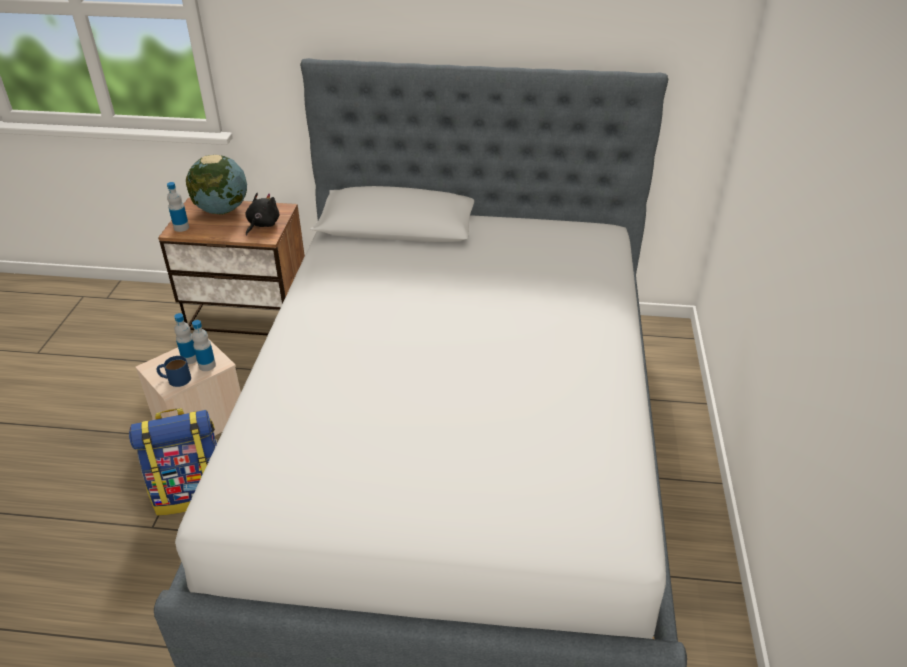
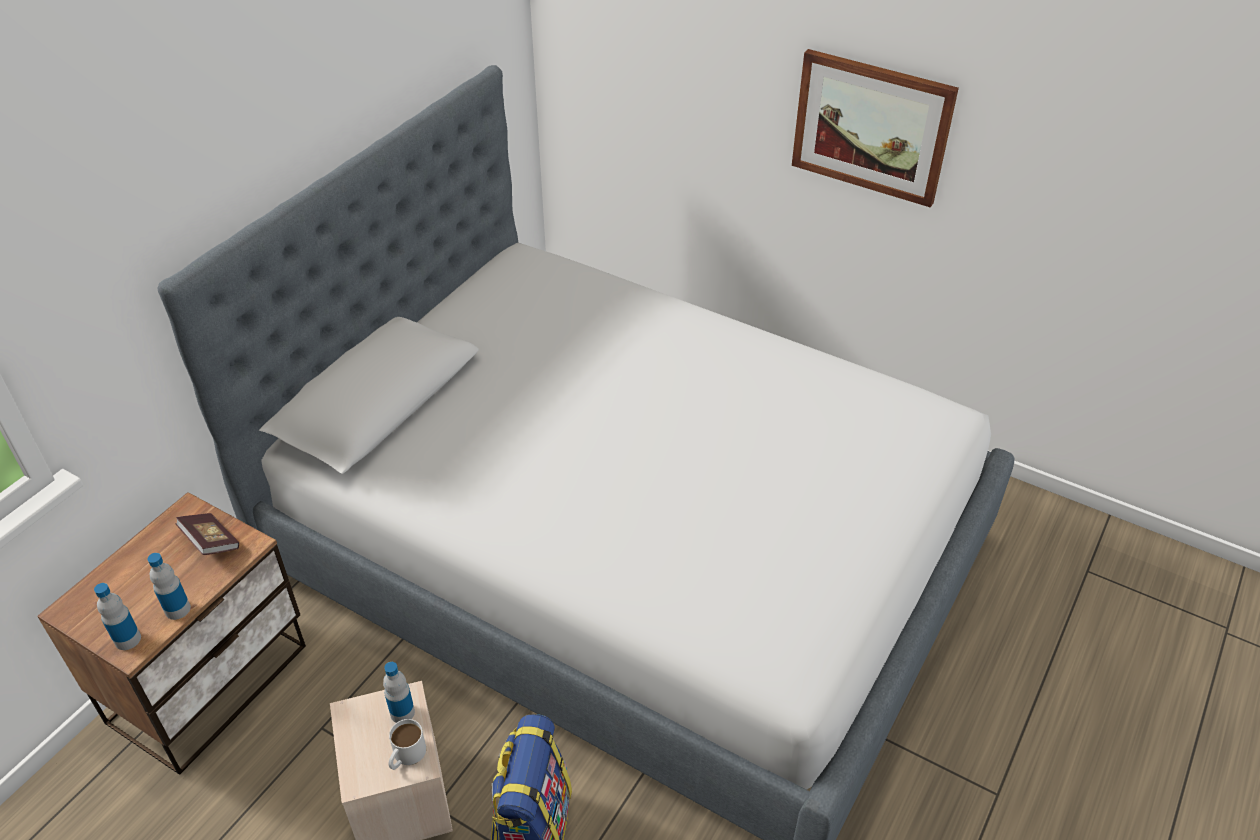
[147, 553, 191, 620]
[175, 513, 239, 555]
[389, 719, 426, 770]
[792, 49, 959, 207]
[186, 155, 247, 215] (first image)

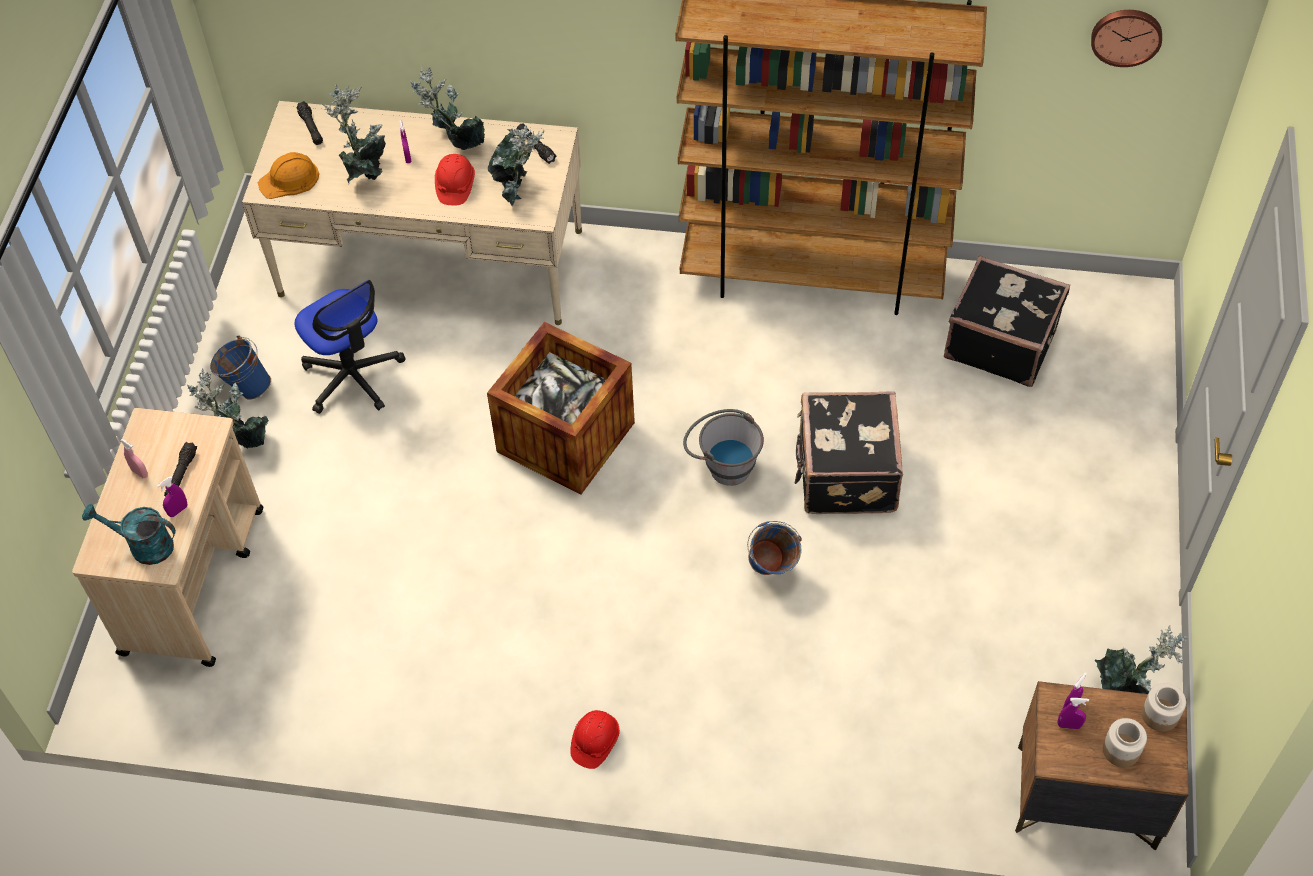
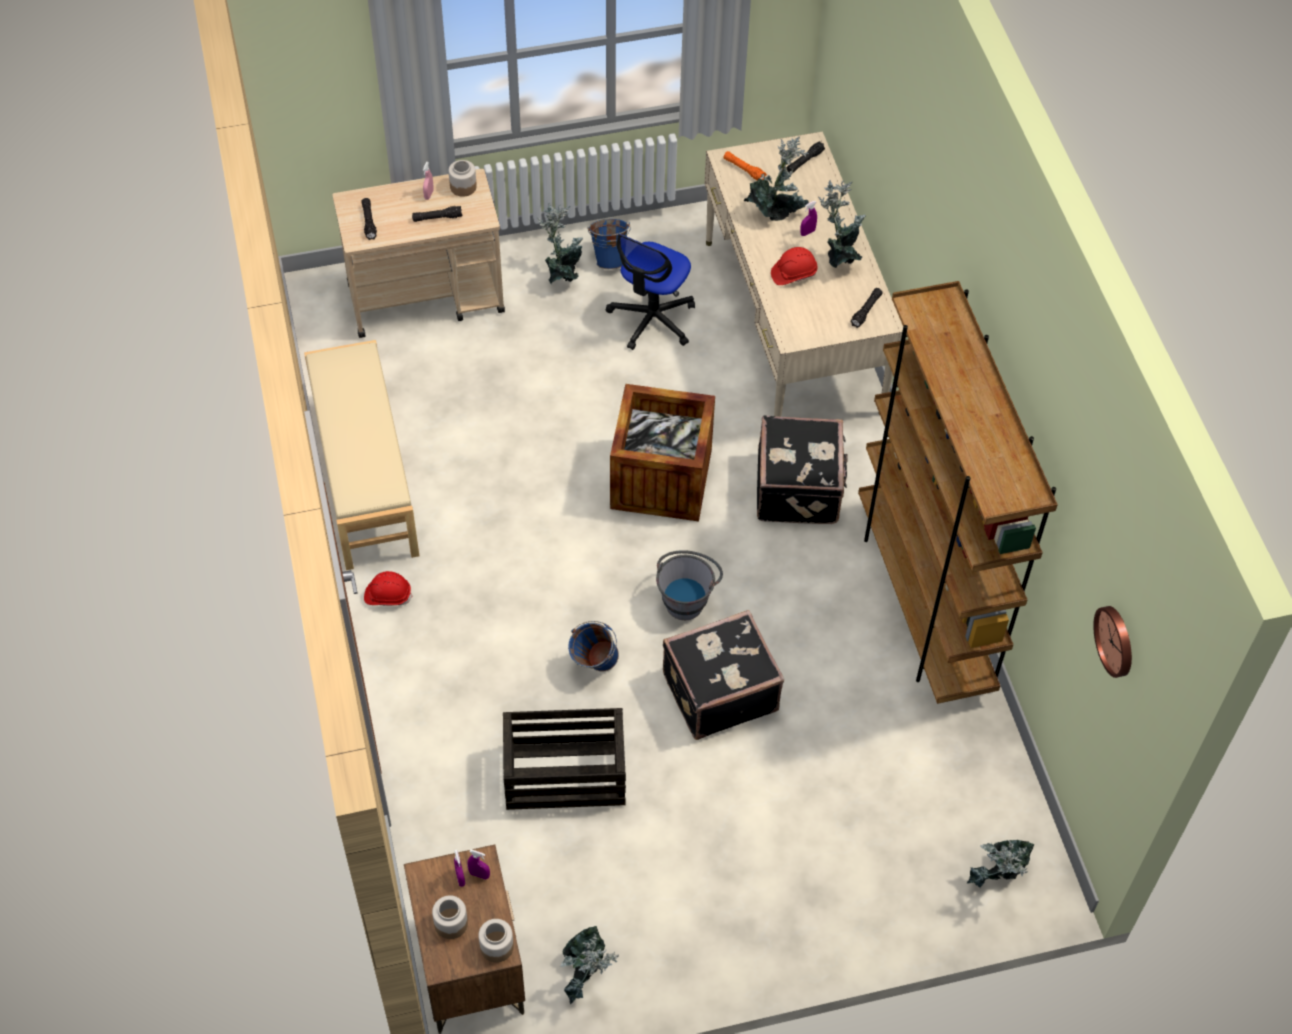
[304, 340, 419, 570]
[361, 198, 377, 240]
[449, 160, 477, 197]
[503, 708, 626, 810]
[723, 151, 767, 180]
[757, 416, 848, 524]
[966, 840, 1034, 888]
[157, 476, 187, 517] (first image)

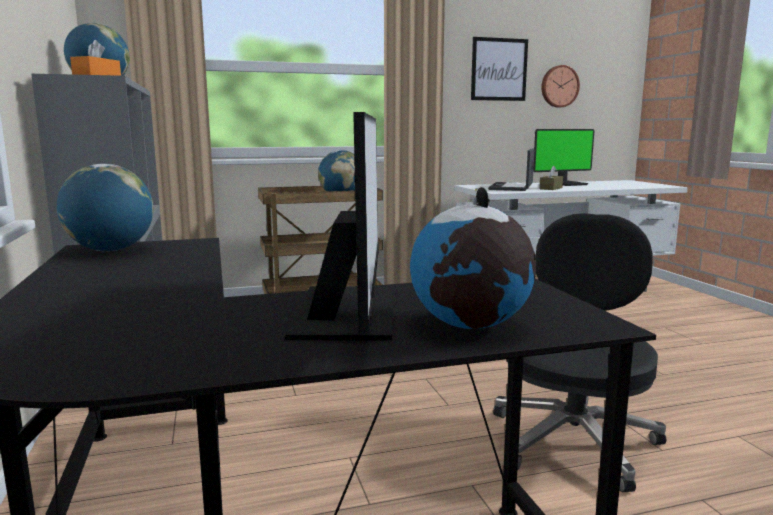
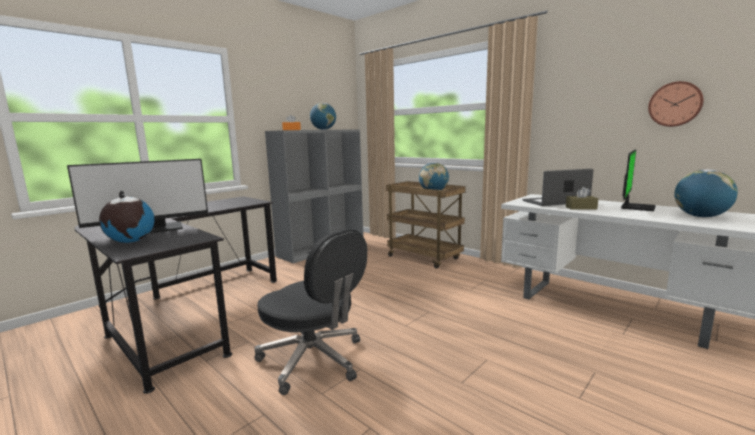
[254, 229, 367, 395]
[621, 150, 656, 211]
[674, 169, 738, 217]
[471, 37, 528, 101] (first image)

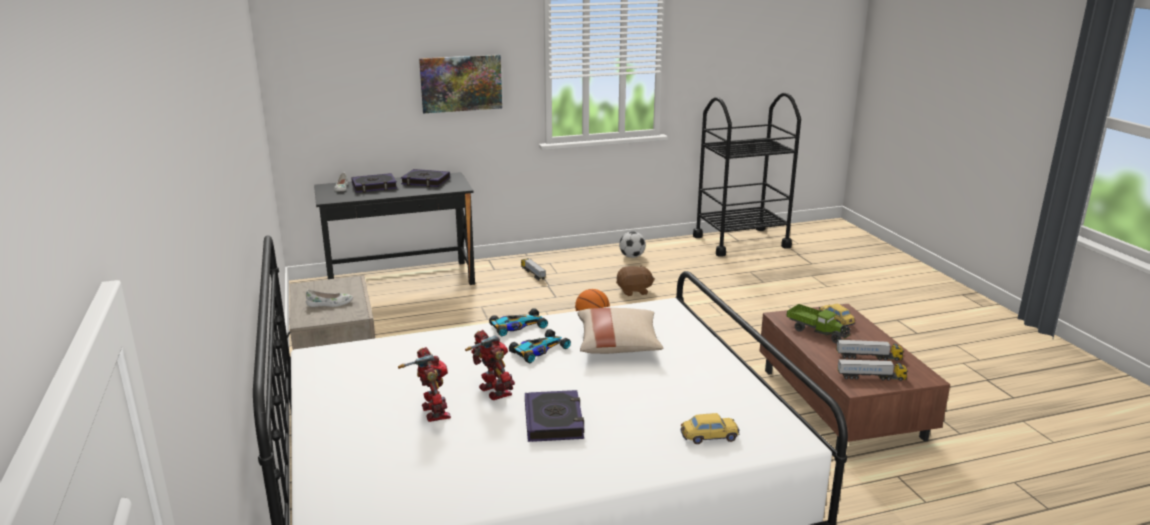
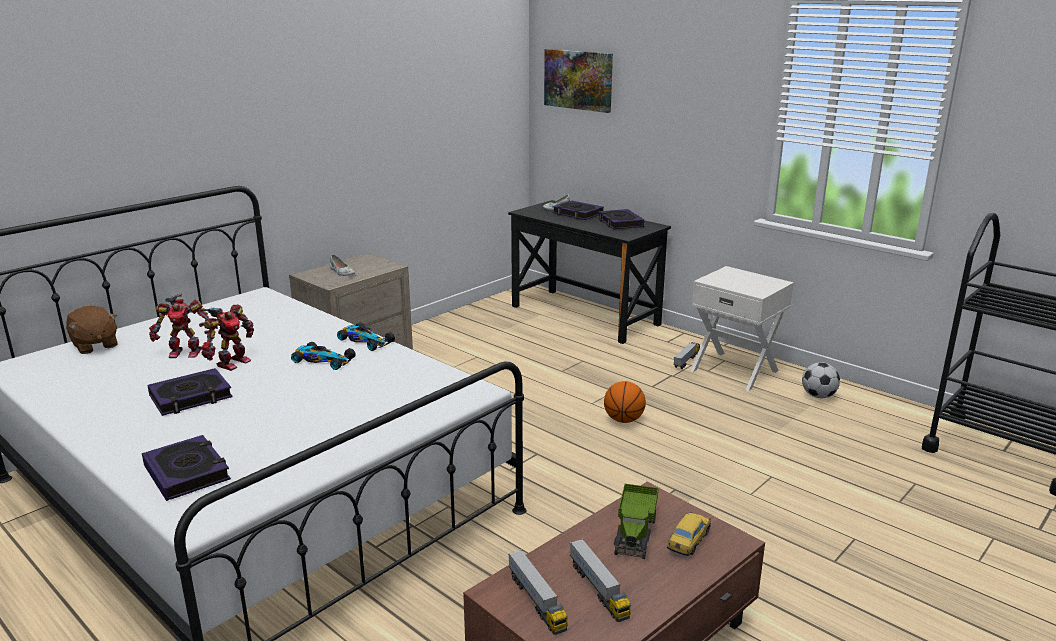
[66, 306, 118, 354]
[142, 435, 231, 501]
[149, 293, 209, 358]
[544, 49, 613, 113]
[690, 266, 794, 391]
[577, 308, 664, 354] (first image)

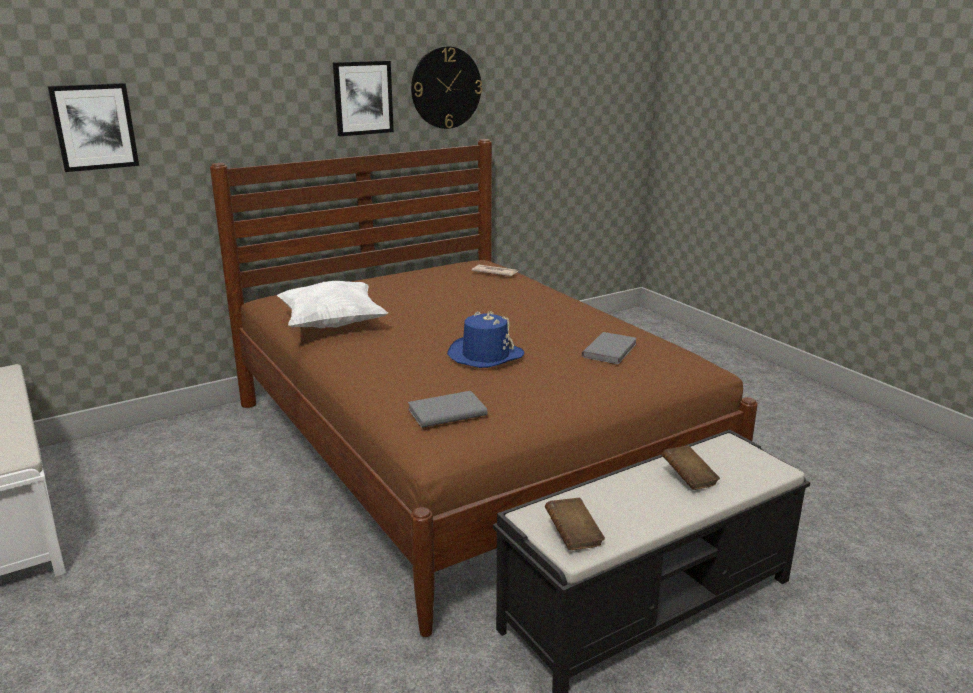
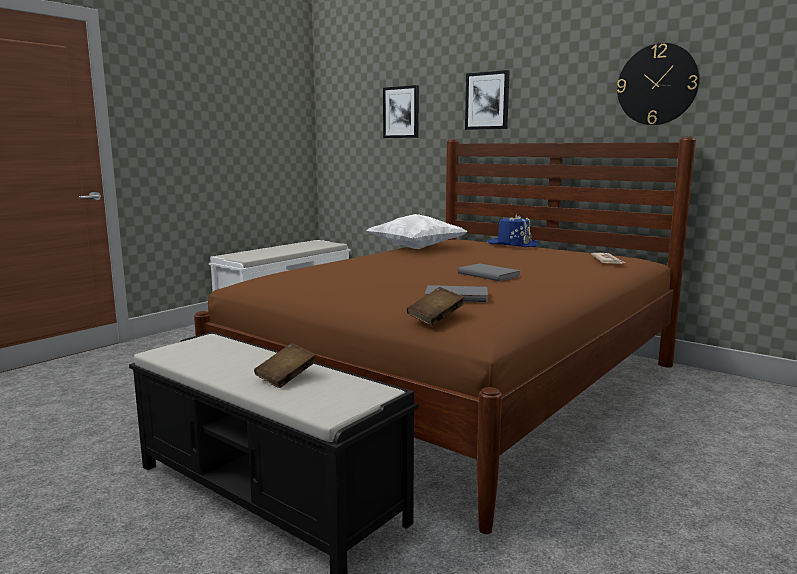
[407, 287, 464, 325]
[458, 264, 521, 281]
[465, 70, 510, 130]
[487, 214, 539, 247]

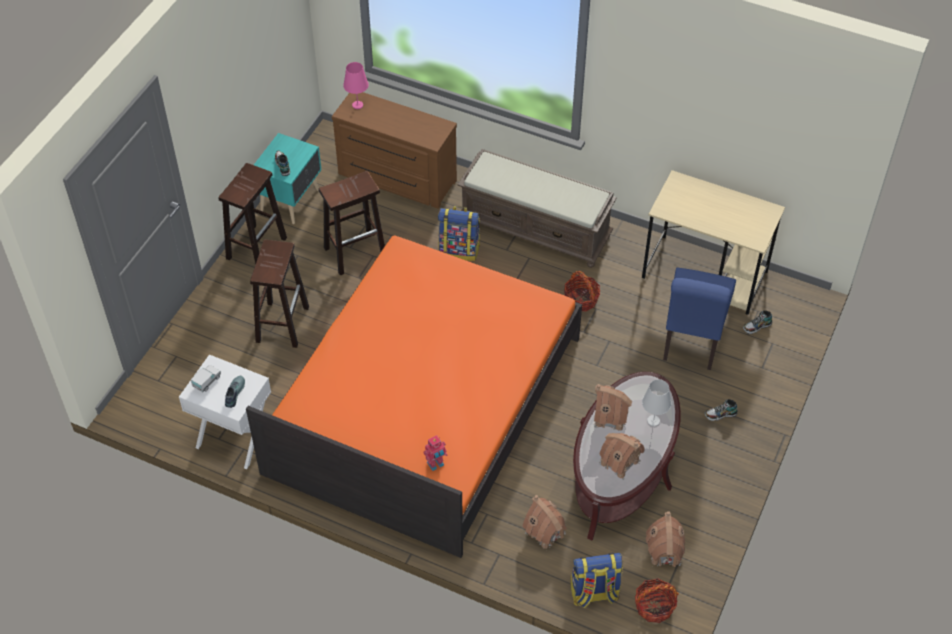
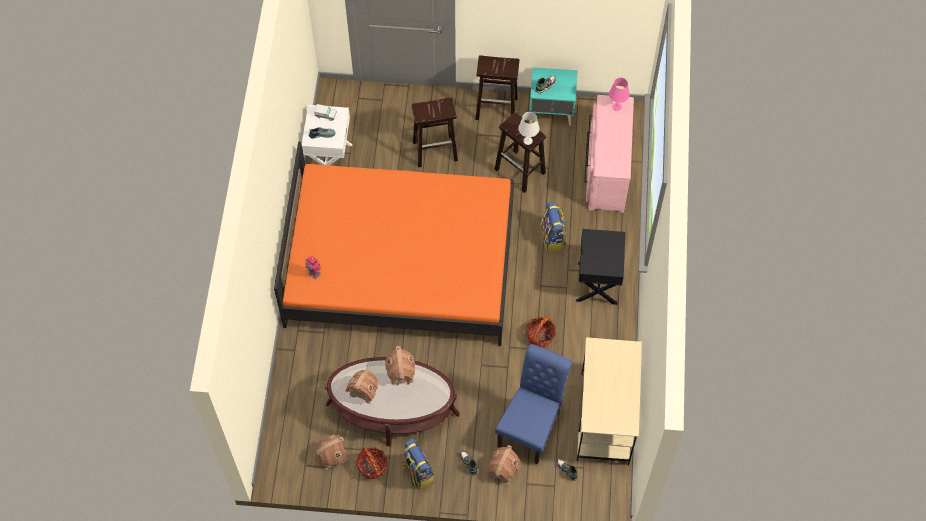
[356, 447, 387, 479]
[402, 439, 434, 489]
[489, 445, 521, 484]
[495, 344, 572, 464]
[518, 112, 539, 145]
[576, 229, 625, 305]
[584, 95, 634, 213]

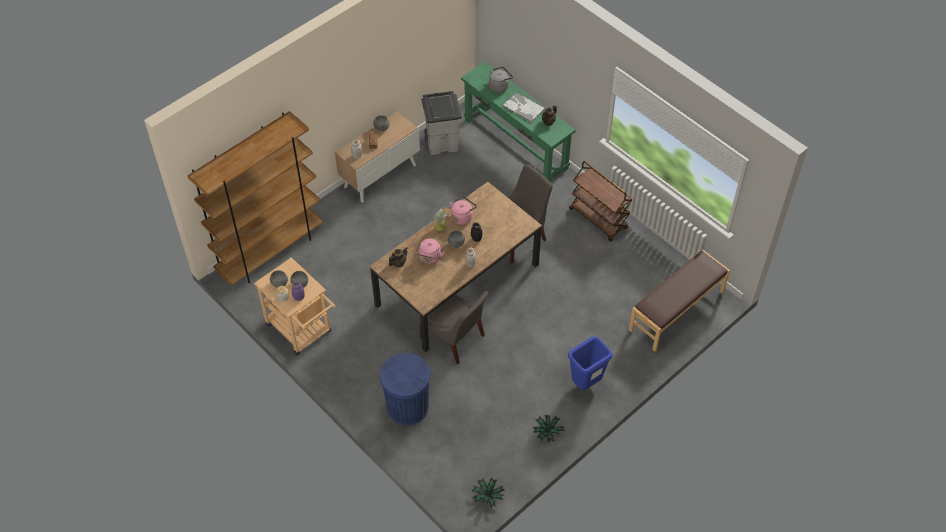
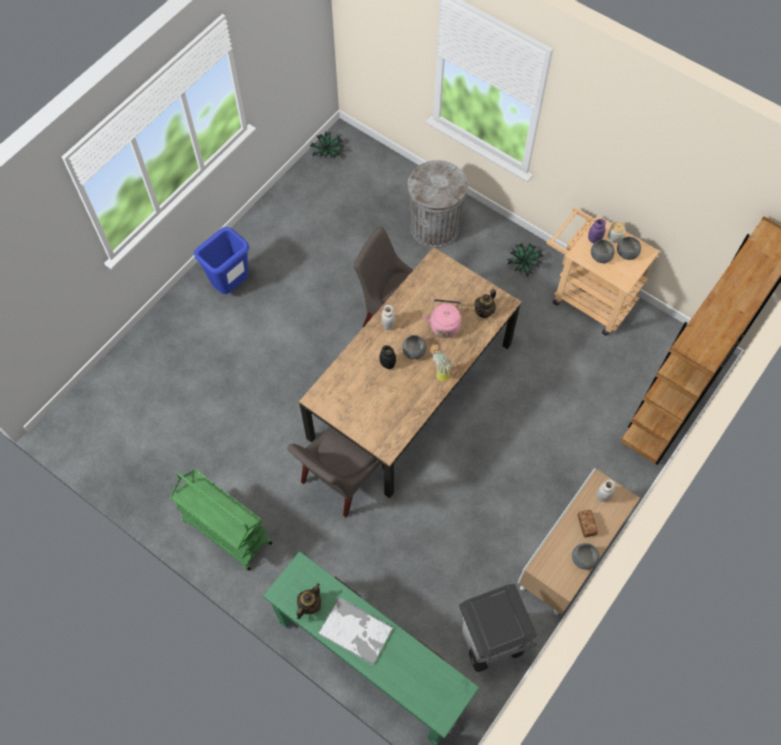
[170, 469, 272, 571]
[408, 160, 468, 248]
[506, 243, 544, 277]
[450, 196, 477, 225] (first image)
[489, 66, 513, 93] (first image)
[629, 250, 730, 352] (first image)

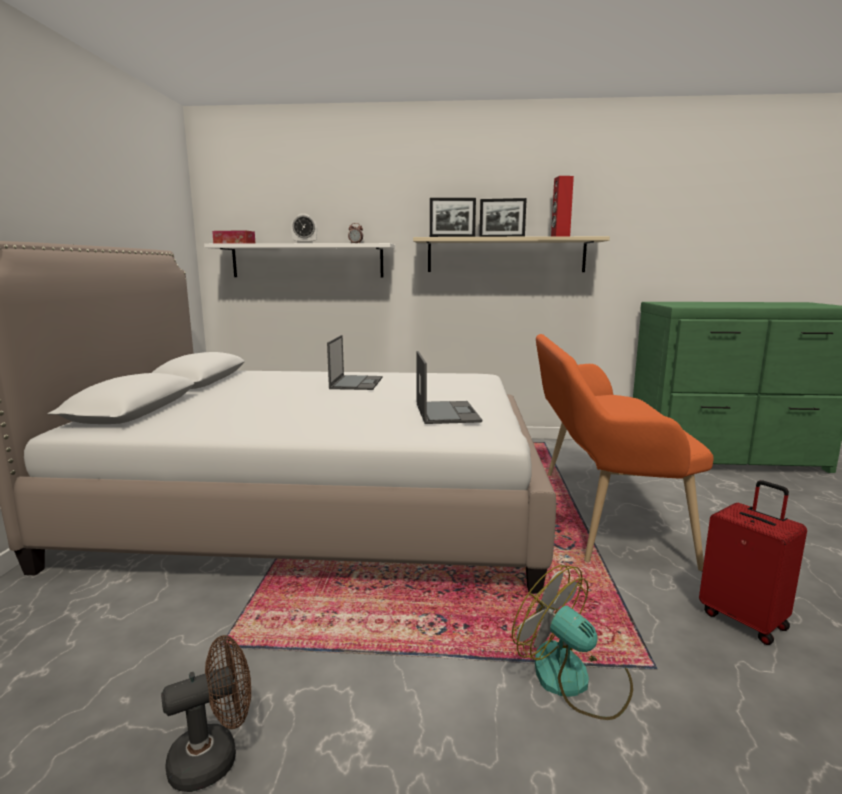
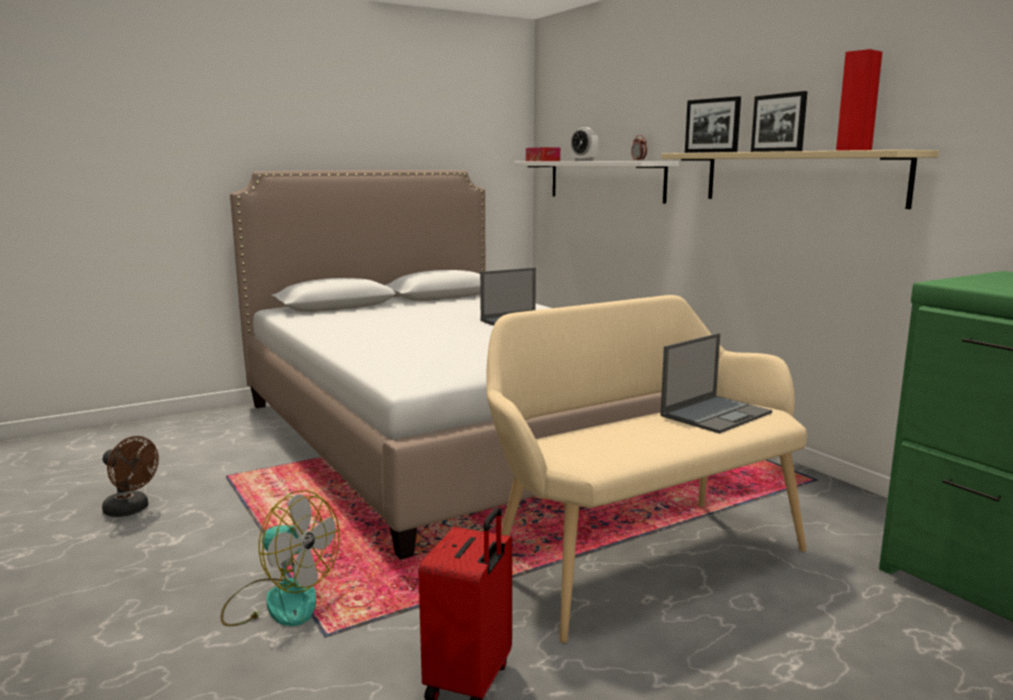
[220, 490, 340, 626]
[486, 295, 807, 643]
[660, 333, 772, 434]

